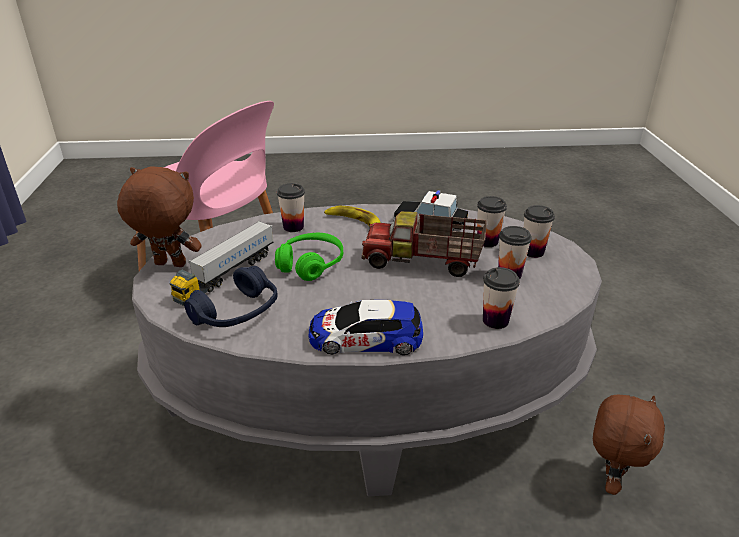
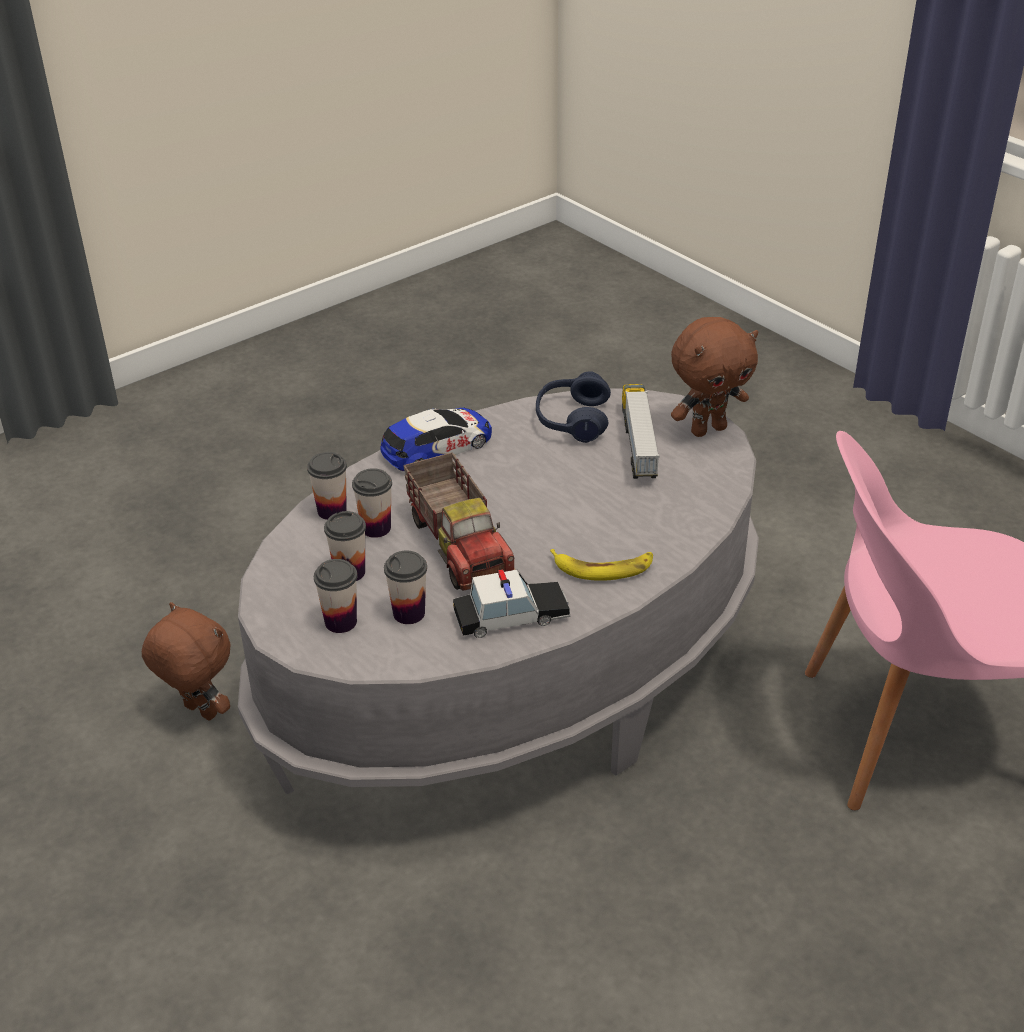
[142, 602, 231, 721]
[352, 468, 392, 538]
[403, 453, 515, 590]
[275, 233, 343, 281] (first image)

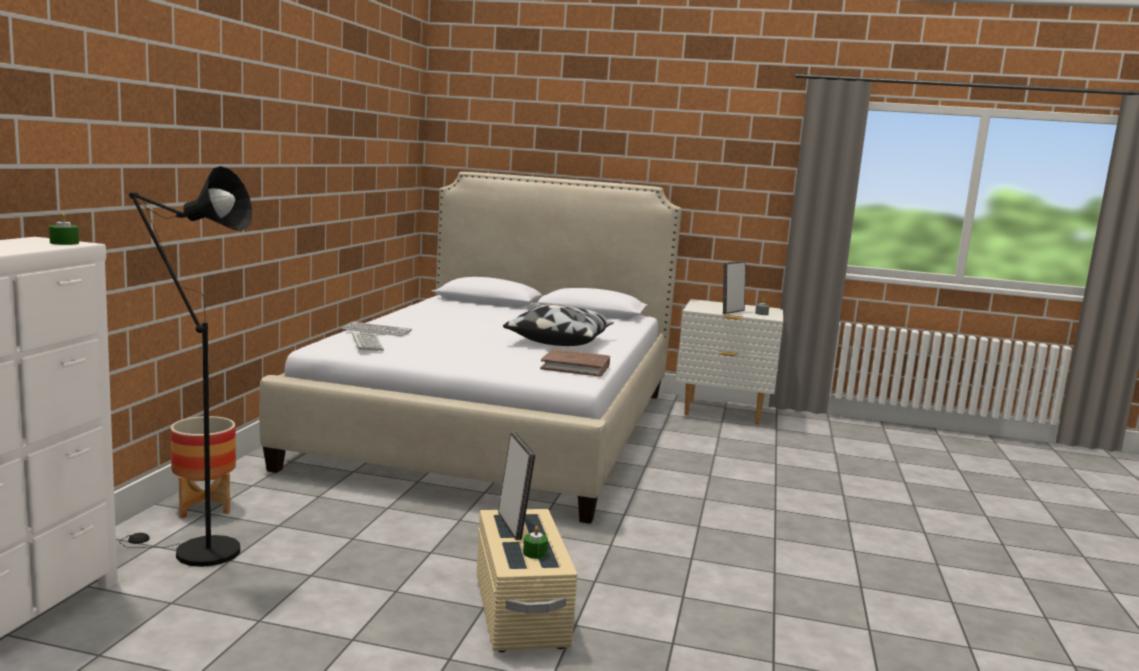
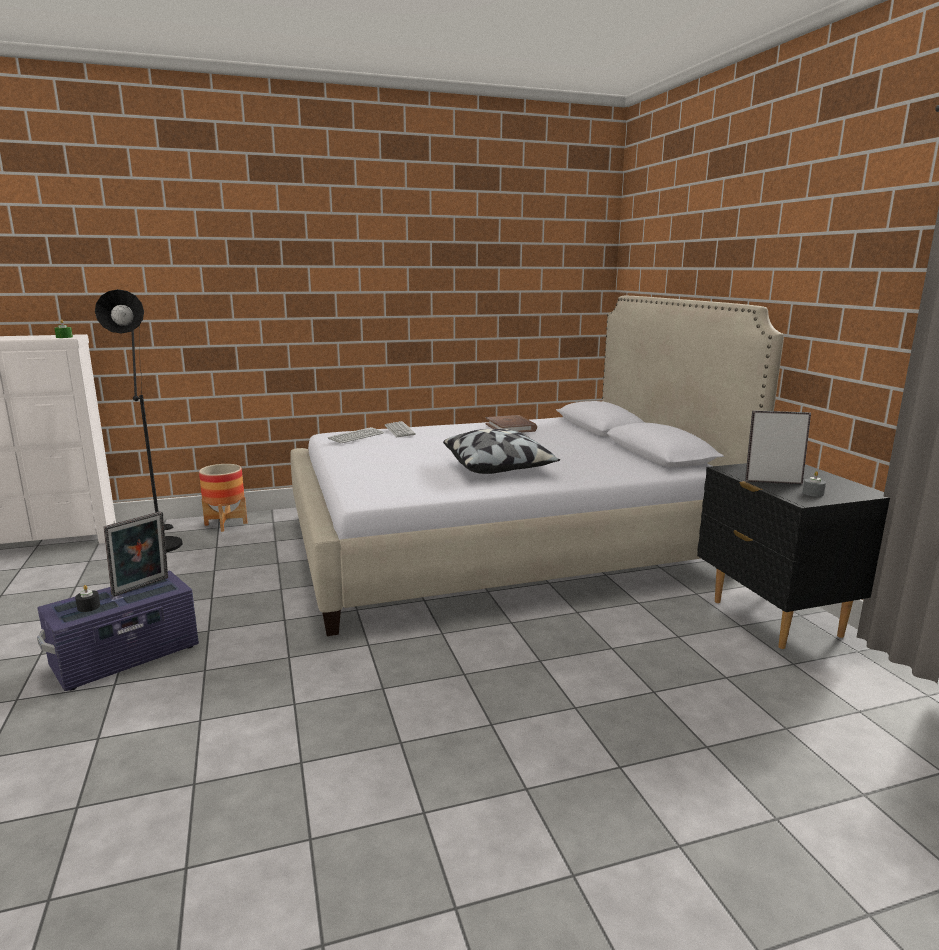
[37, 571, 199, 691]
[75, 585, 100, 612]
[485, 415, 537, 433]
[697, 463, 890, 649]

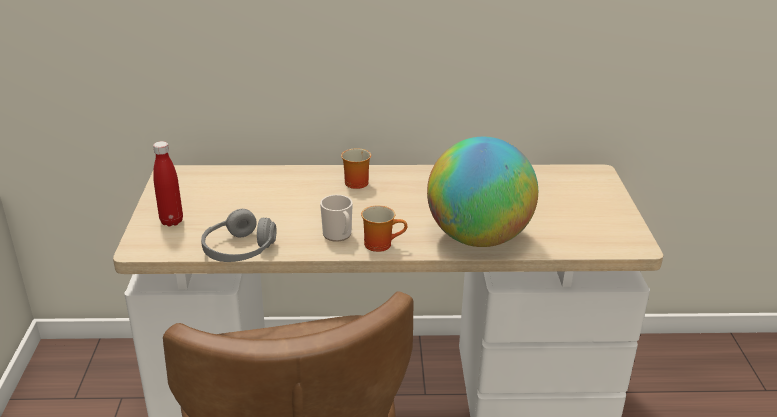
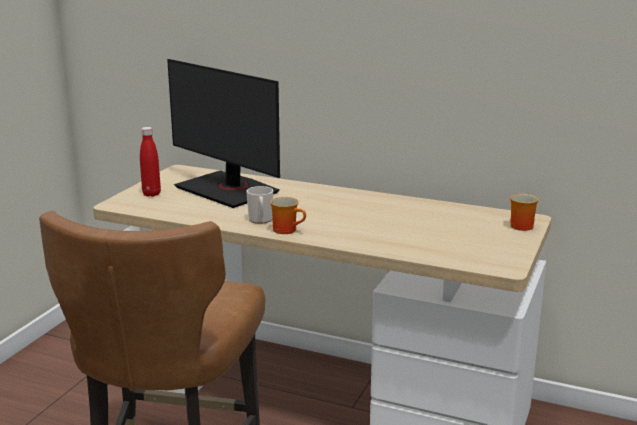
[167, 59, 280, 208]
[510, 194, 539, 231]
[201, 209, 276, 262] (first image)
[427, 137, 538, 247] (first image)

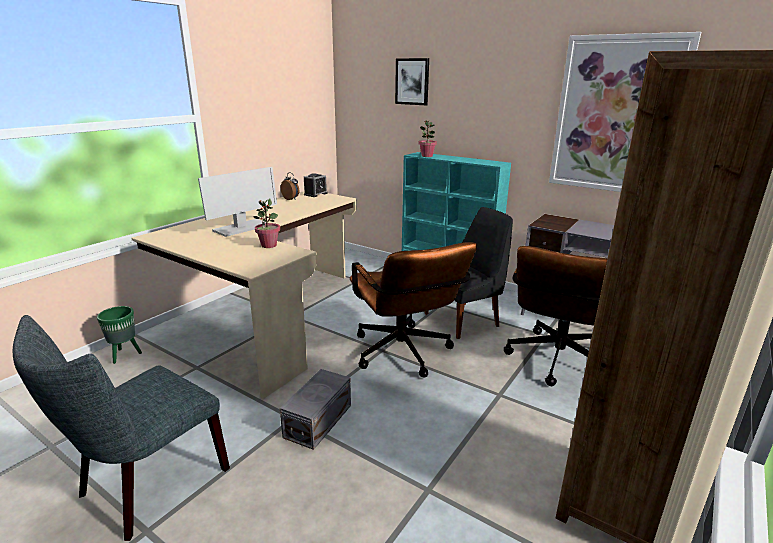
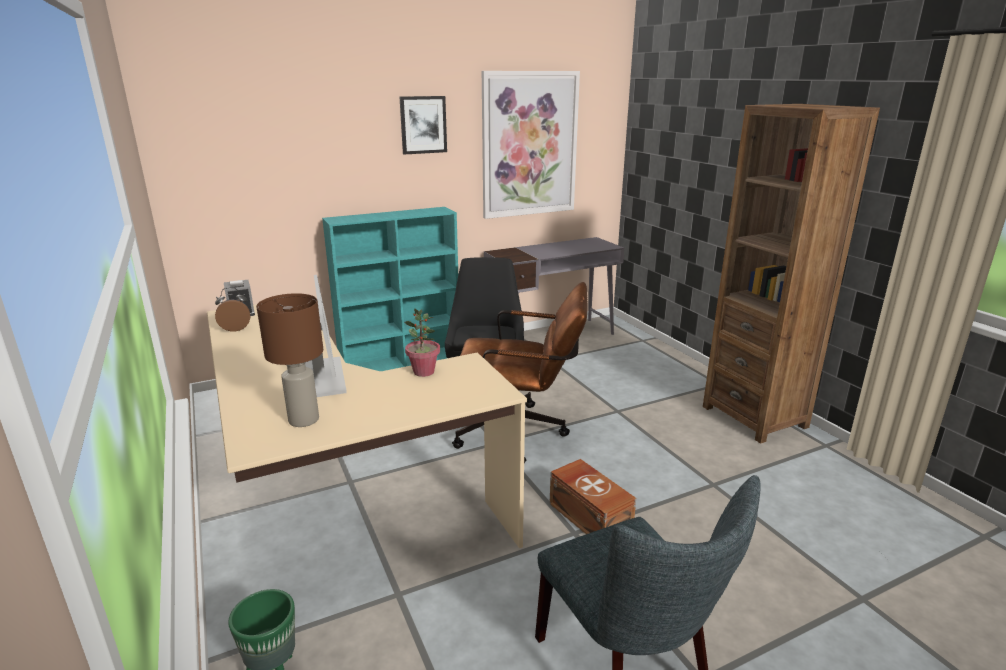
[256, 293, 323, 427]
[399, 96, 447, 154]
[549, 459, 636, 534]
[419, 120, 437, 157] (first image)
[504, 246, 608, 386] (first image)

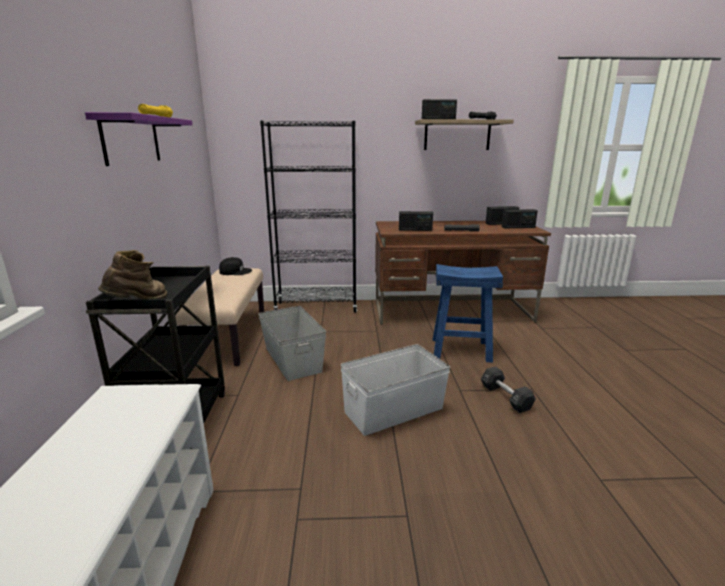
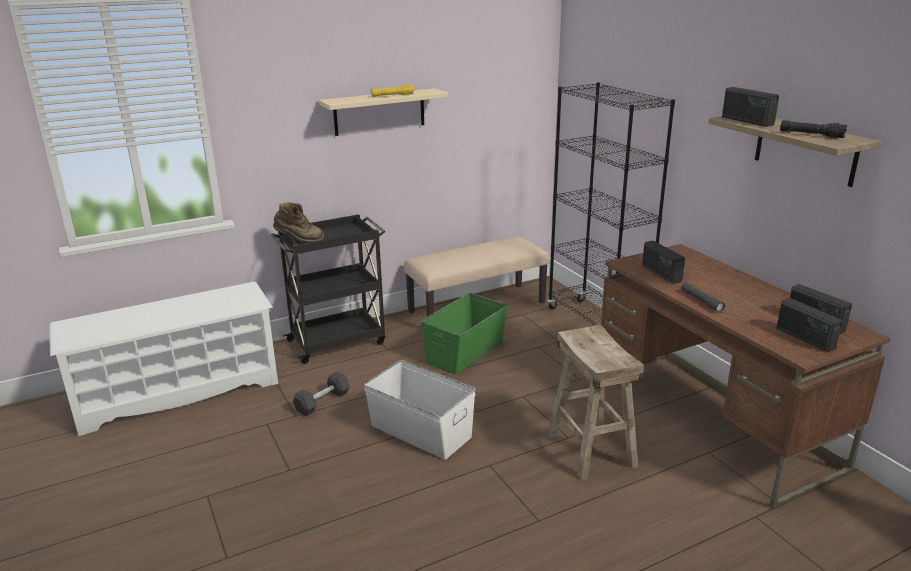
[293, 371, 350, 416]
[319, 88, 449, 136]
[420, 293, 508, 375]
[547, 325, 644, 480]
[219, 257, 252, 275] (first image)

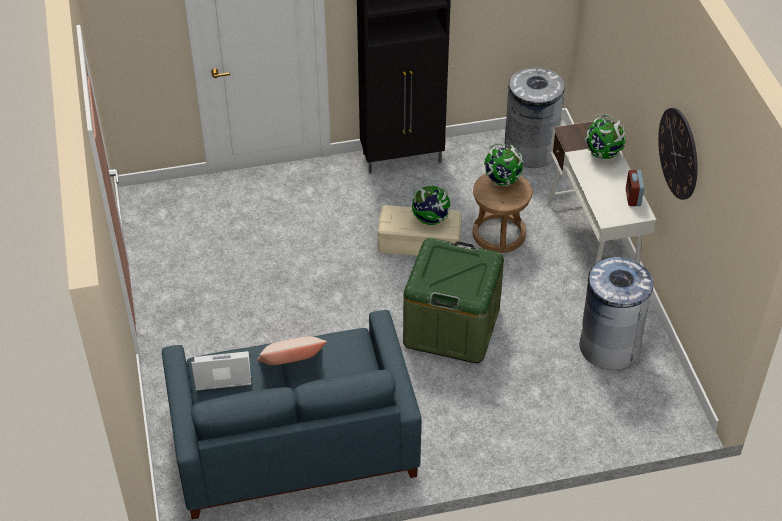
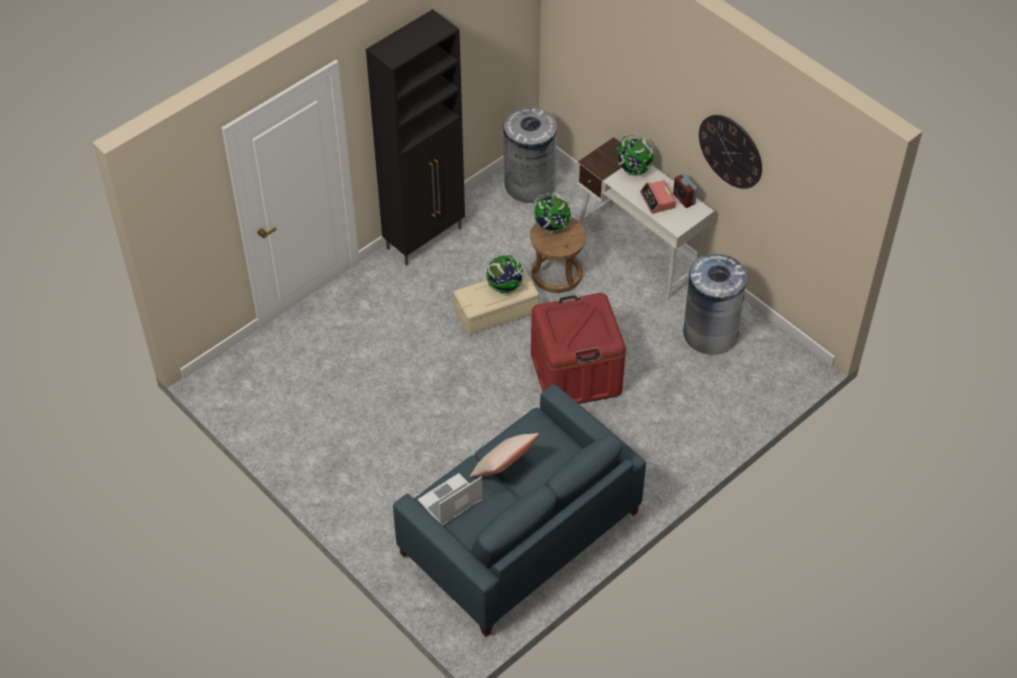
[531, 293, 626, 404]
[640, 180, 676, 214]

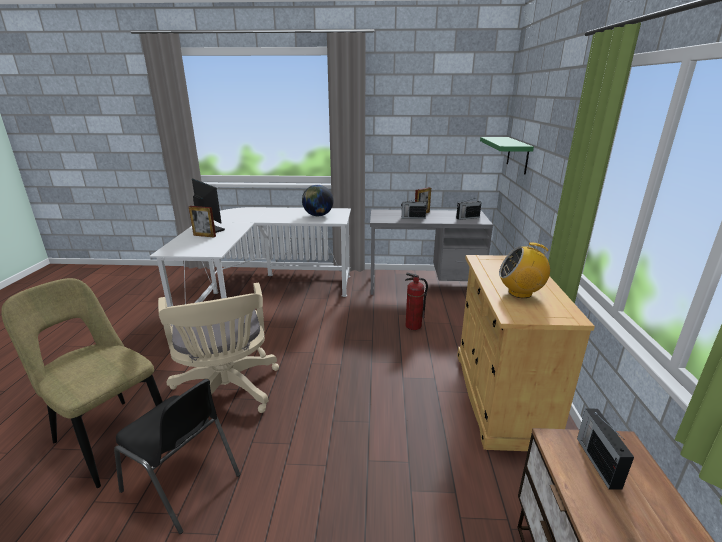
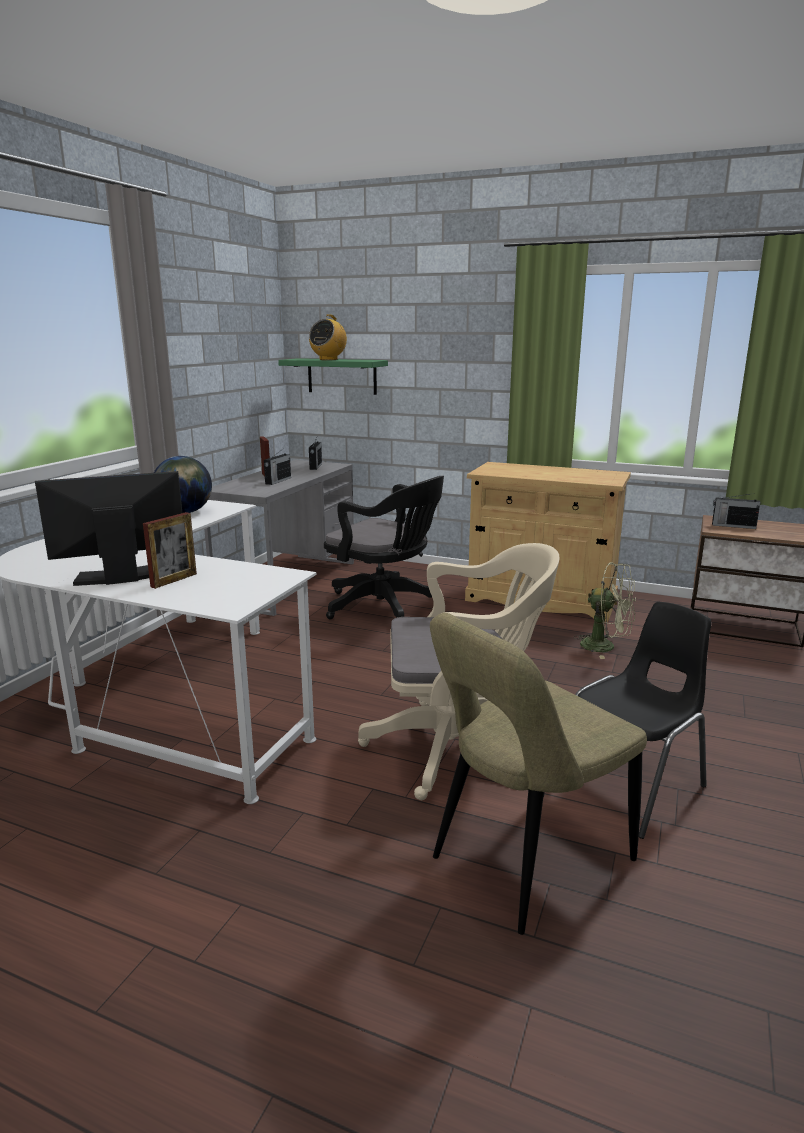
[309, 314, 347, 360]
[324, 476, 444, 619]
[573, 562, 636, 659]

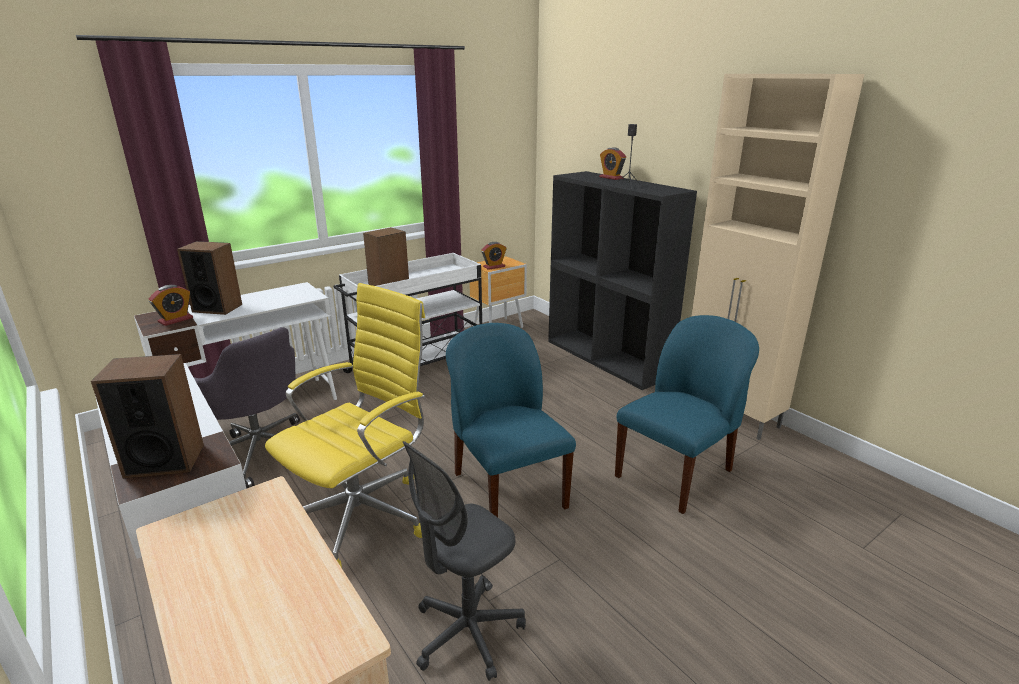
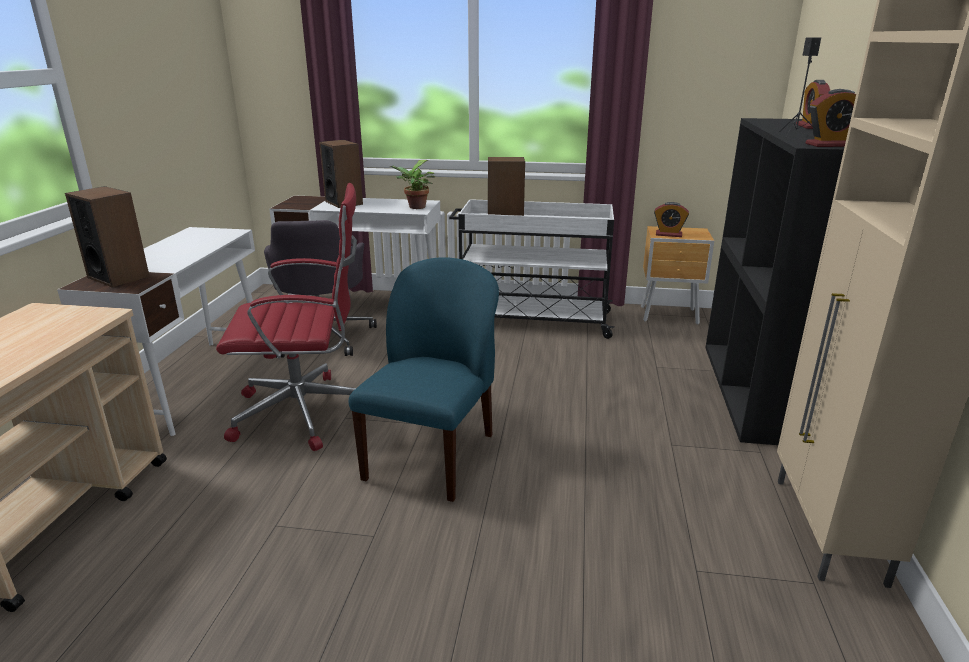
[216, 183, 357, 451]
[390, 160, 435, 209]
[806, 89, 856, 147]
[403, 441, 526, 681] (first image)
[615, 315, 759, 514] (first image)

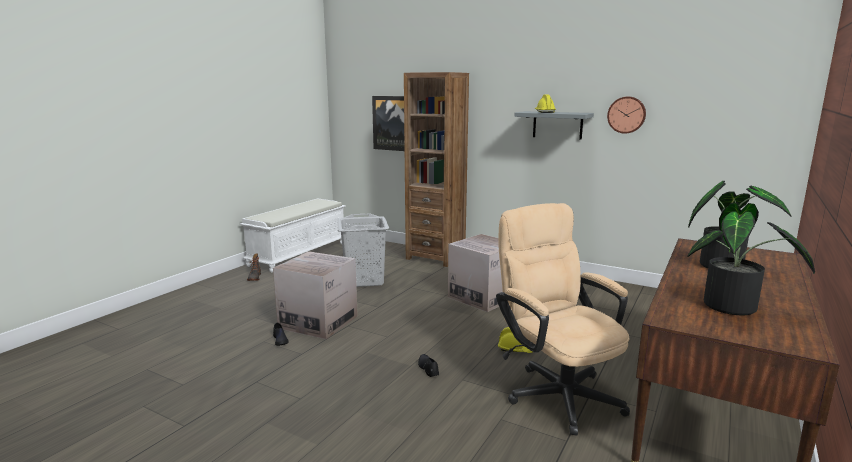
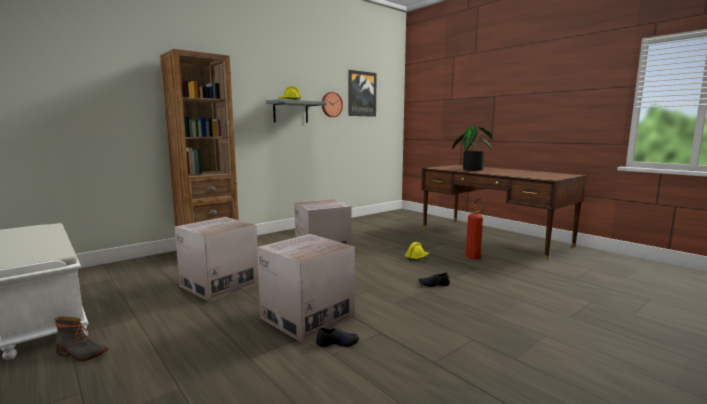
[175, 217, 259, 302]
[349, 70, 377, 117]
[466, 198, 485, 259]
[687, 203, 815, 315] (first image)

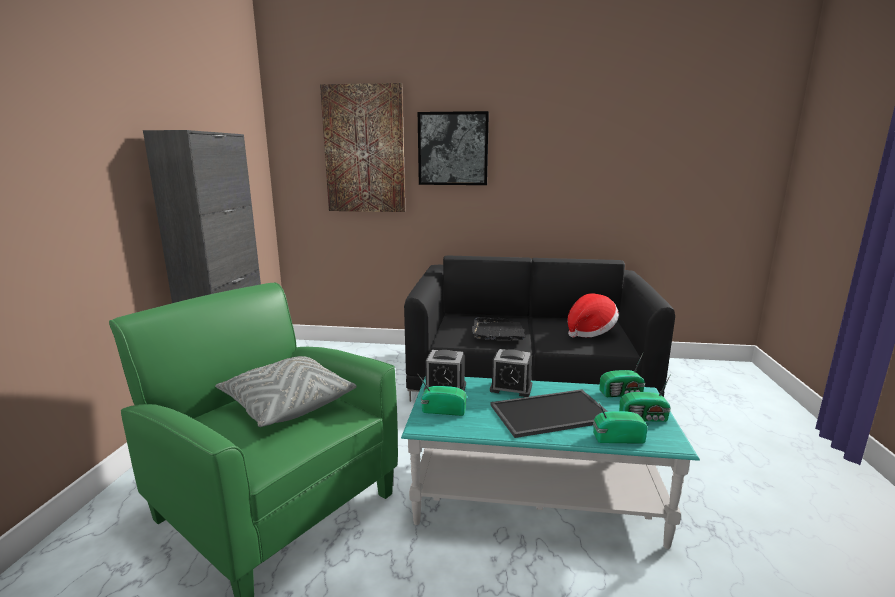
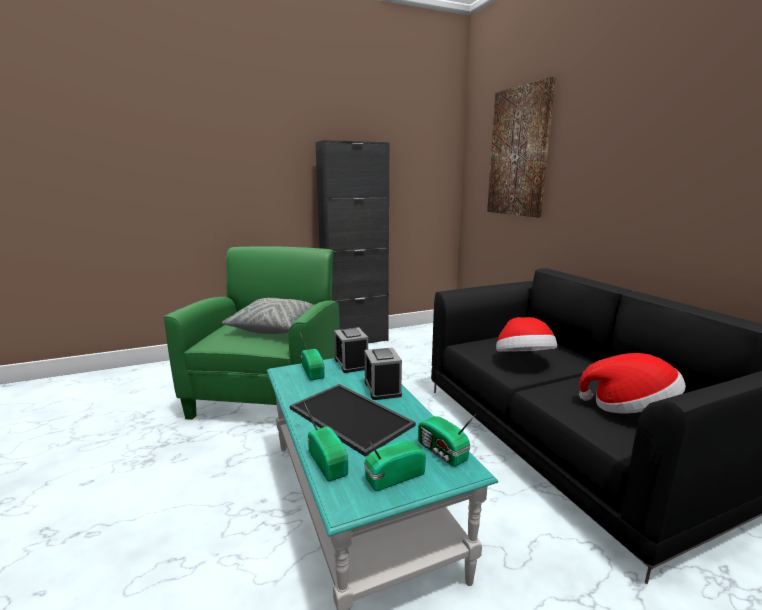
[364, 440, 426, 491]
[496, 317, 557, 352]
[418, 111, 489, 185] (first image)

